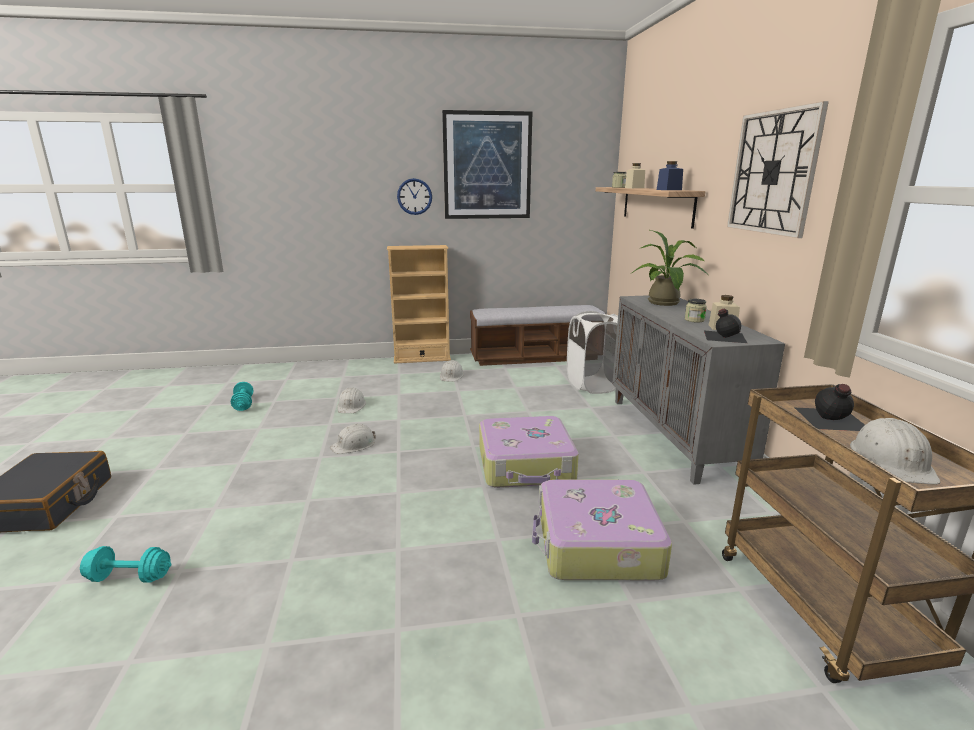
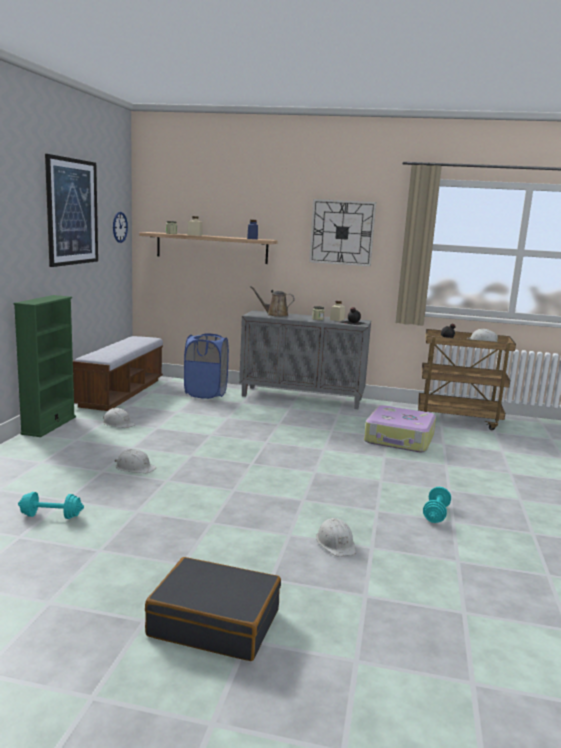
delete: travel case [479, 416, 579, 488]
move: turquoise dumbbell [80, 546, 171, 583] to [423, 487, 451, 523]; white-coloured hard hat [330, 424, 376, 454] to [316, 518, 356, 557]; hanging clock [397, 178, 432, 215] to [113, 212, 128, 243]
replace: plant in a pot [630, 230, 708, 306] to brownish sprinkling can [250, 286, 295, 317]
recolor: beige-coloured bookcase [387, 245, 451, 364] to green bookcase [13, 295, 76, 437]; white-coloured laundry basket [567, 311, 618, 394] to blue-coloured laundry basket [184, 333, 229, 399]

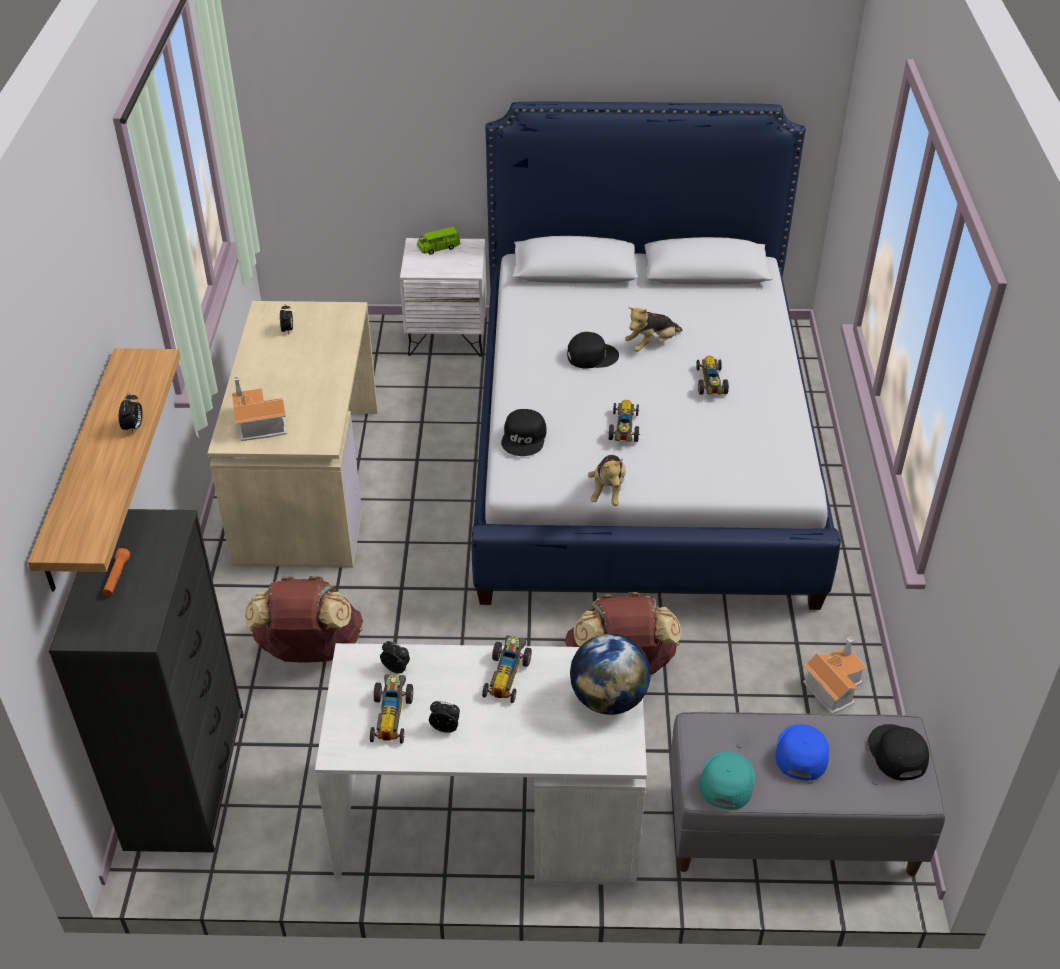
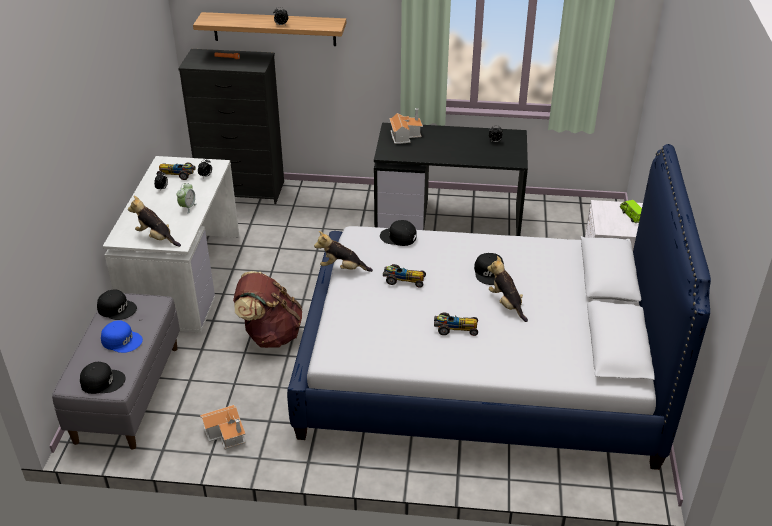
delete: brownish knapsack [245, 576, 363, 663]
replace: toy car [482, 635, 532, 703] to table clock [177, 183, 197, 213]; world globe [570, 633, 651, 715] to soft toy [128, 196, 181, 247]
recolor: beige-coloured desk table [207, 301, 378, 568] to black desk table [374, 123, 528, 236]; turquoise peaked cap [700, 751, 755, 810] to black peaked cap [97, 289, 137, 320]

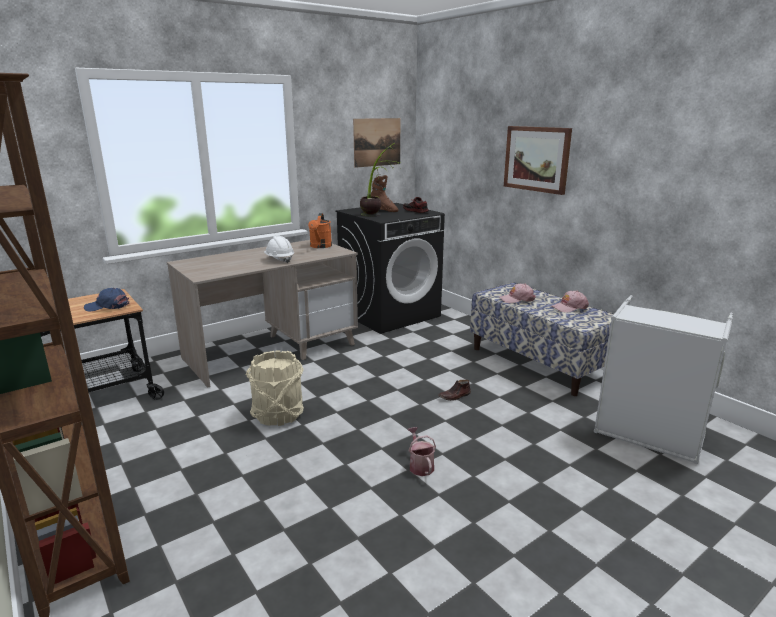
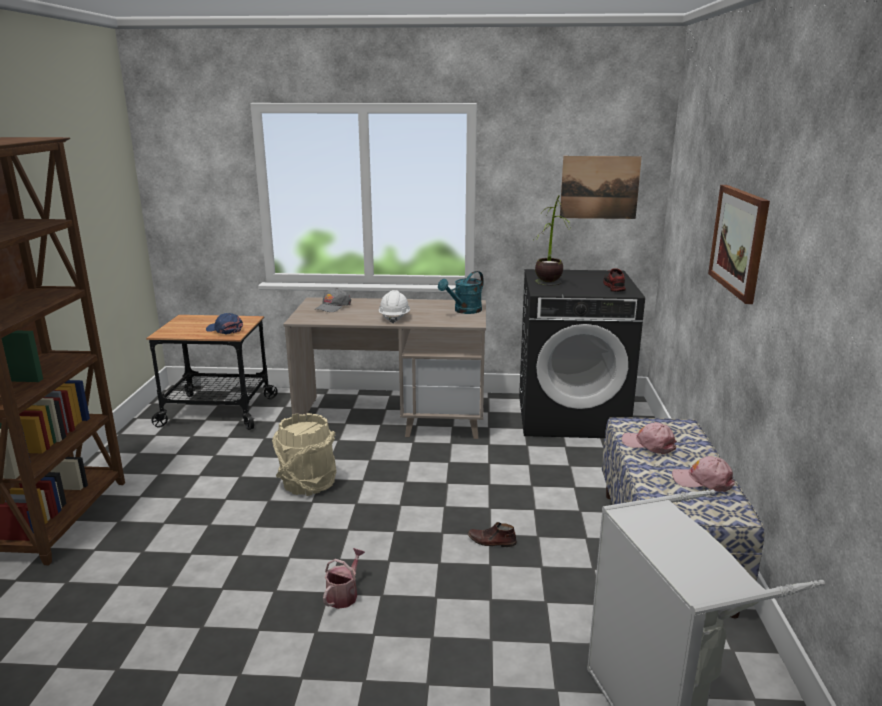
delete: brownish boot [371, 175, 398, 212]
insert: greyish peaked cap [315, 288, 351, 312]
recolor: orange-coloured sprinkling can [308, 213, 332, 248] to turquoise sprinkling can [438, 271, 484, 314]

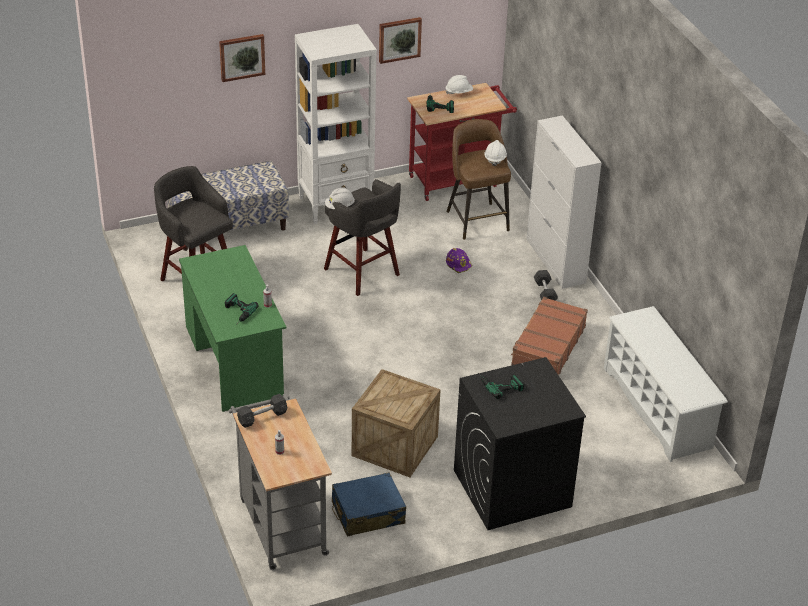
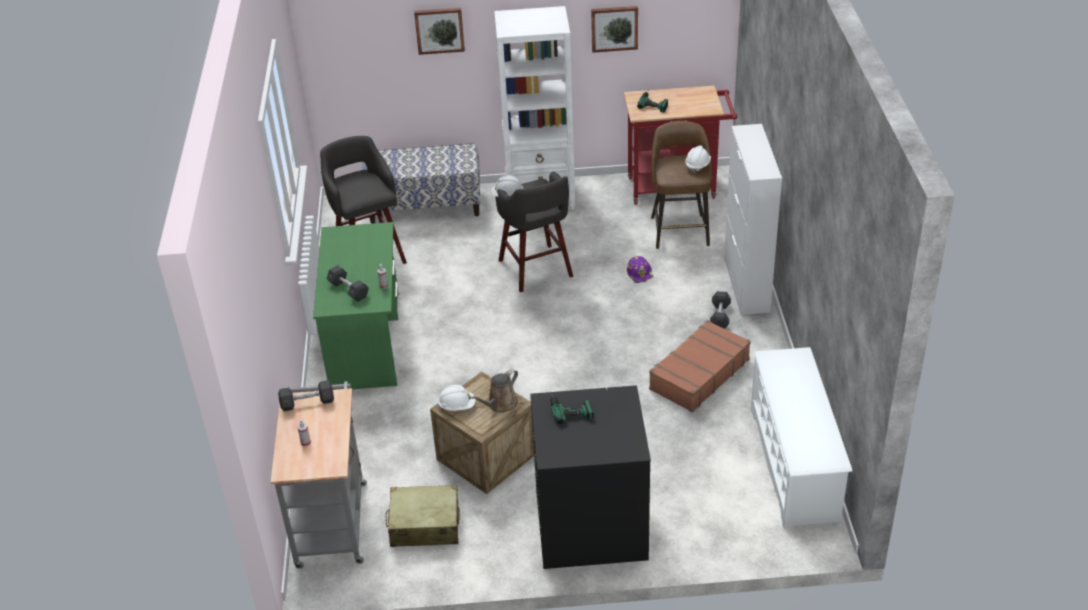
insert: brownish sprinkling can [470, 369, 518, 413]
move: white-coloured hard hat [445, 75, 473, 95] to [437, 385, 475, 411]
replace: electric drill [225, 293, 259, 325] to greyish dumbbell [327, 265, 369, 302]
recolor: blue-coloured travel case [332, 472, 406, 537] to beige-coloured travel case [385, 485, 459, 547]

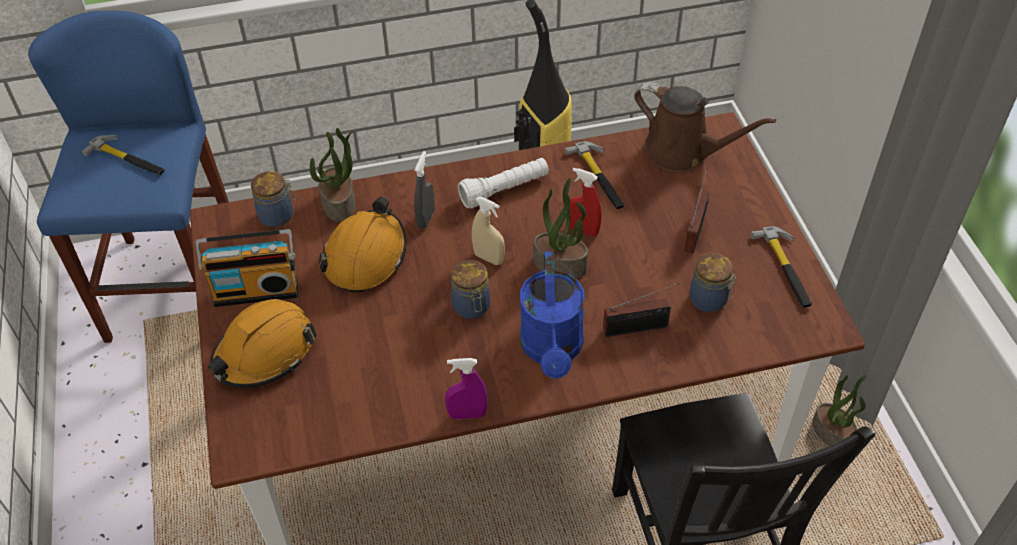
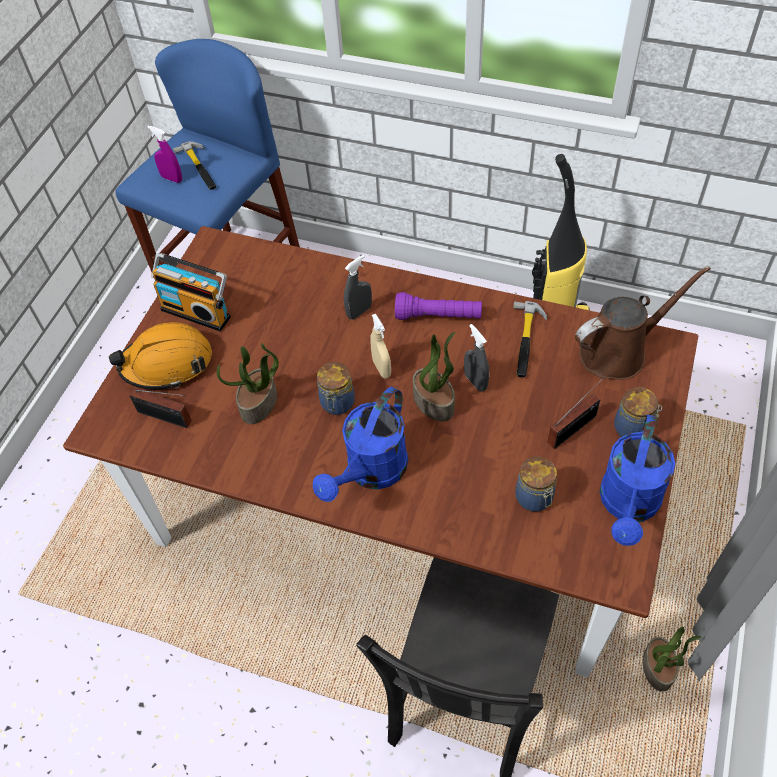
delete: orange-coloured hard hat [319, 196, 407, 292]
move: preserve jar [251, 171, 295, 227] to [614, 387, 662, 437]; plant in a pot [310, 128, 356, 222] to [217, 343, 279, 424]; purple-coloured hand sprayer [445, 358, 488, 419] to [147, 125, 182, 183]; radio receiver [603, 283, 679, 337] to [130, 389, 192, 428]
replace: hand hammer [751, 226, 812, 308] to blue-coloured sprinkling can [600, 414, 675, 546]
recolor: white-coloured flashlight [458, 158, 549, 208] to purple-coloured flashlight [395, 292, 482, 320]; red-coloured hand sprayer [569, 168, 602, 237] to greyish hand sprayer [464, 324, 489, 392]
rotate: brownish sprinkling can [634, 82, 776, 173] = [575, 266, 711, 380] 90 degrees counterclockwise

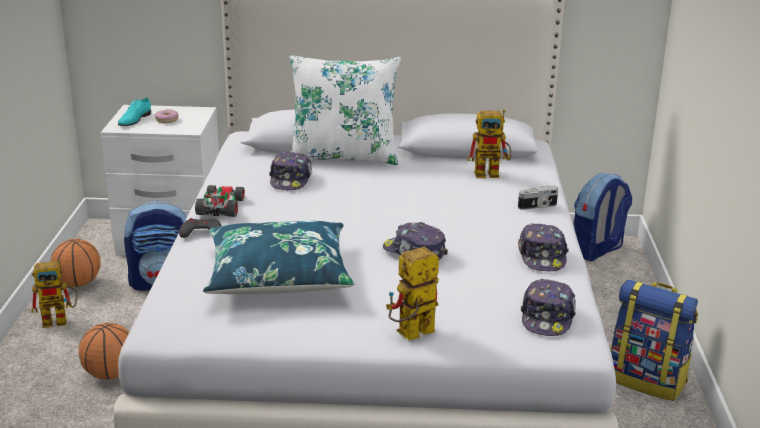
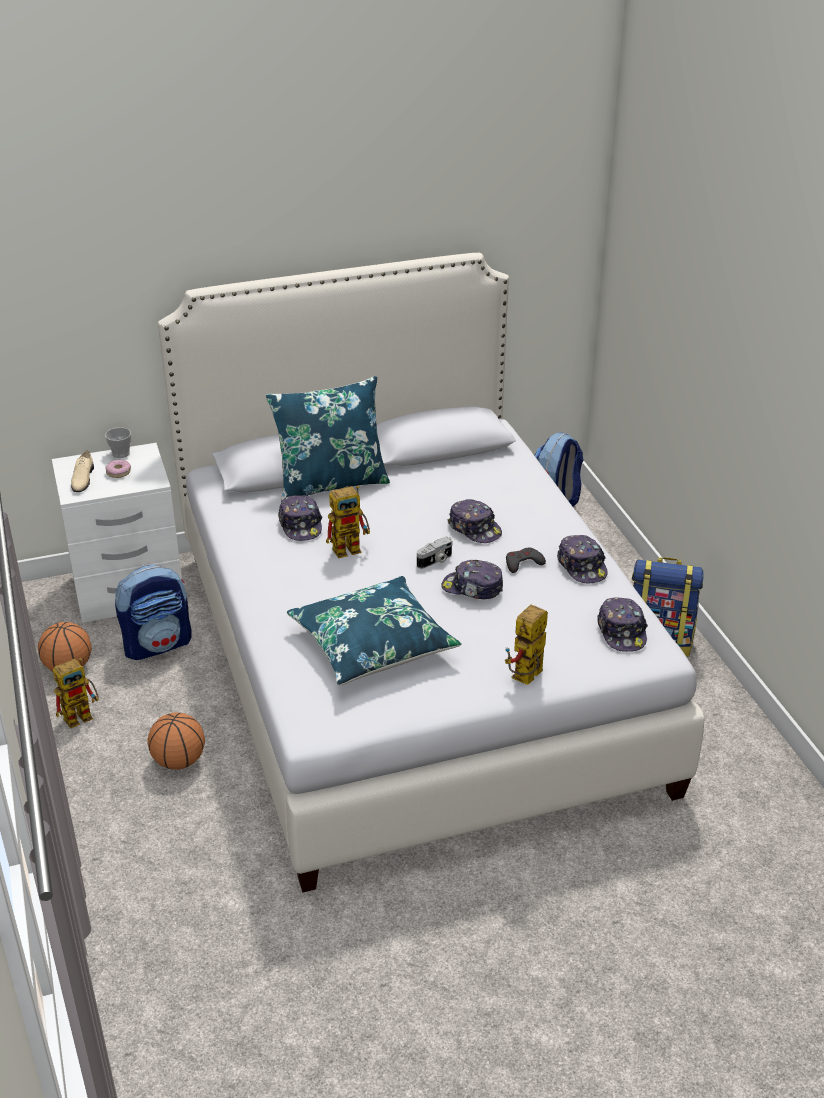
delete: toy car [195, 185, 245, 217]
insert: drinking cup [105, 427, 131, 458]; peaked cap [447, 499, 502, 543]
move: greyish gamepad [179, 218, 222, 238] to [506, 548, 546, 573]; model robot [468, 109, 511, 178] to [326, 485, 370, 558]; still camera [518, 185, 558, 210] to [417, 537, 453, 569]
recolor: turquoise low shoe [118, 98, 151, 126] to beige-coloured low shoe [71, 451, 94, 492]; white-coloured pillow [290, 55, 401, 165] to blue-coloured pillow [266, 376, 390, 502]

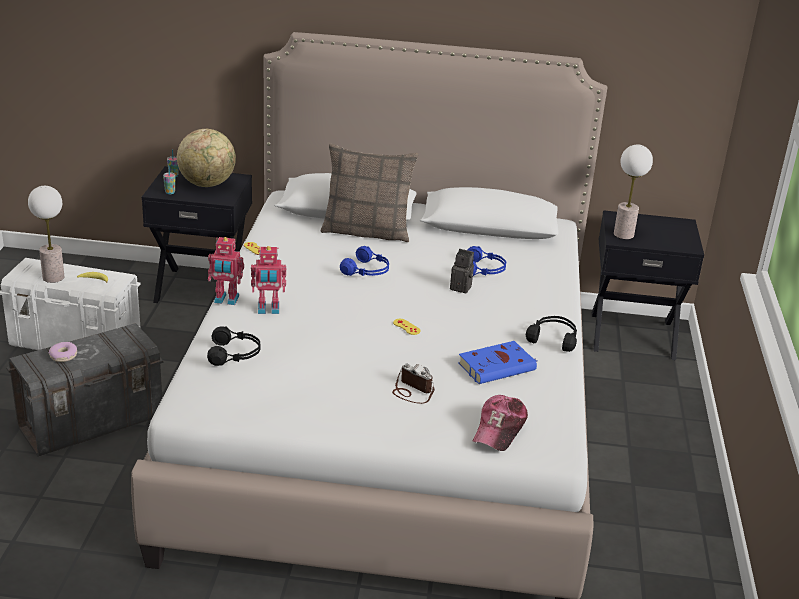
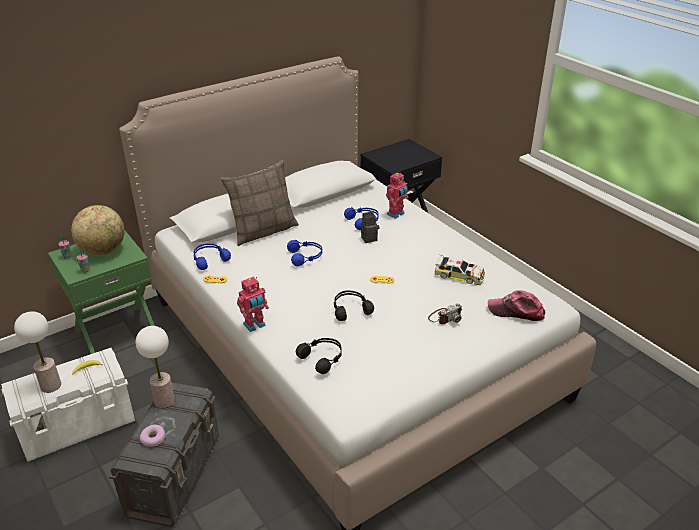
insert: blue-coloured headset [193, 244, 231, 270]
move: model robot [251, 246, 286, 314] to [386, 173, 409, 219]; black headset [526, 316, 577, 352] to [334, 290, 374, 321]; tabletop lamp [614, 144, 653, 239] to [136, 326, 175, 408]
replace: blue-coloured volume [458, 341, 537, 384] to toy car [435, 254, 485, 285]
recolor: black nightstand [142, 166, 252, 303] to green nightstand [48, 231, 155, 354]
rotate: still camera [392, 363, 435, 404] = [428, 303, 462, 324] 150 degrees clockwise; peaked cap [473, 395, 528, 451] = [488, 290, 545, 321] 120 degrees clockwise

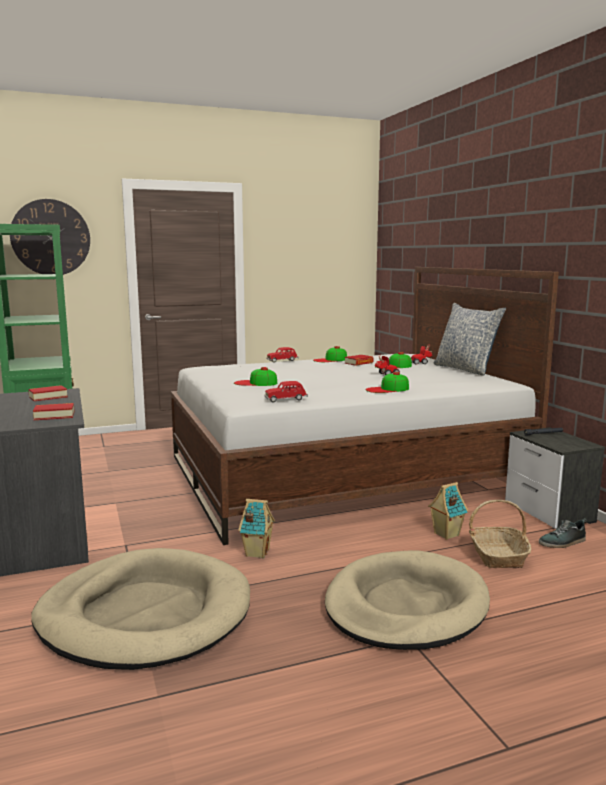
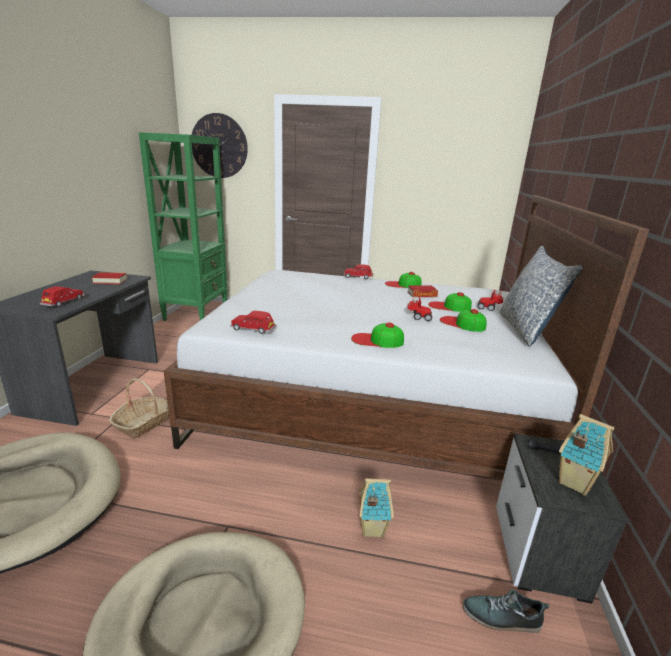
move: peaked cap [234, 367, 277, 386] to [440, 309, 487, 332]; toy house [238, 499, 275, 558] to [558, 414, 615, 496]; household basket [469, 500, 531, 568] to [110, 379, 169, 439]
replace: volume [33, 403, 74, 420] to red-coloured toy car [40, 286, 85, 307]

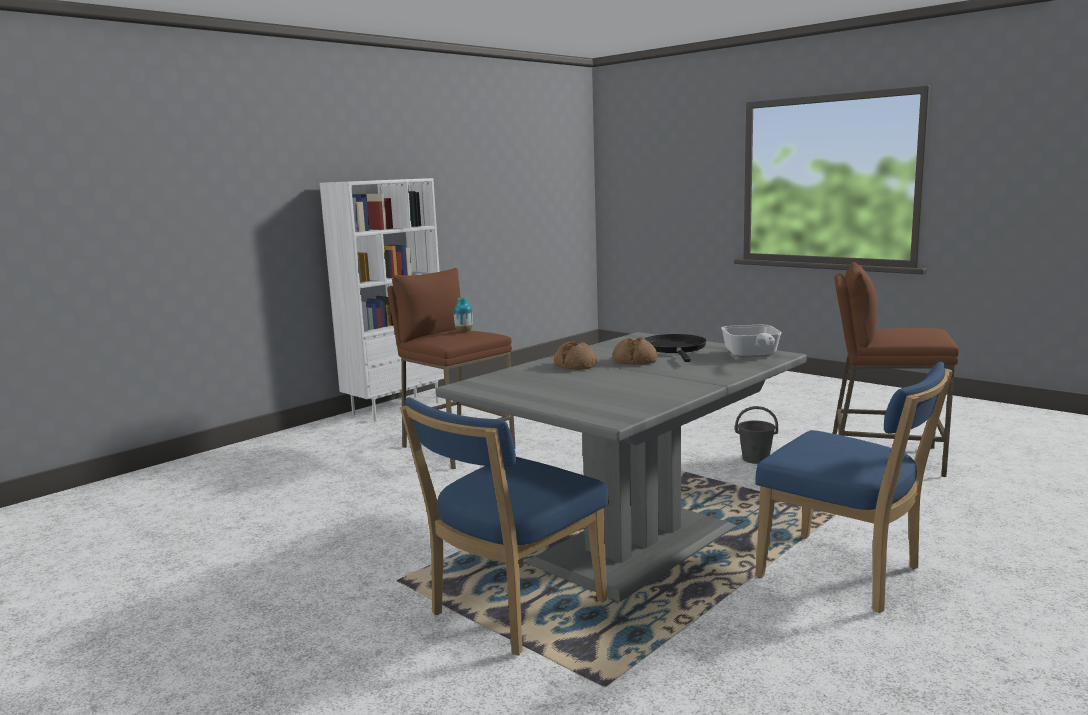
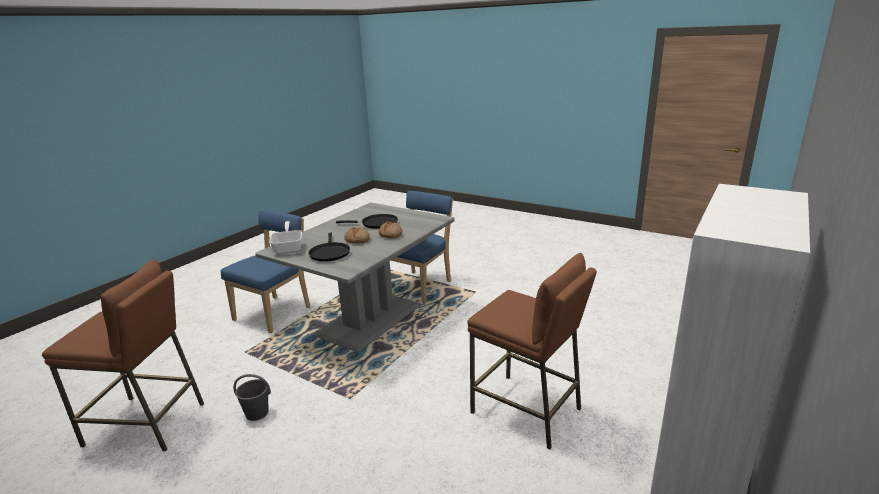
delete: flower vase [454, 298, 473, 332]
insert: black frying pan [336, 214, 398, 229]
rotate: blue-coloured plain chair [755, 362, 953, 613] = [220, 210, 310, 333] 90 degrees clockwise

